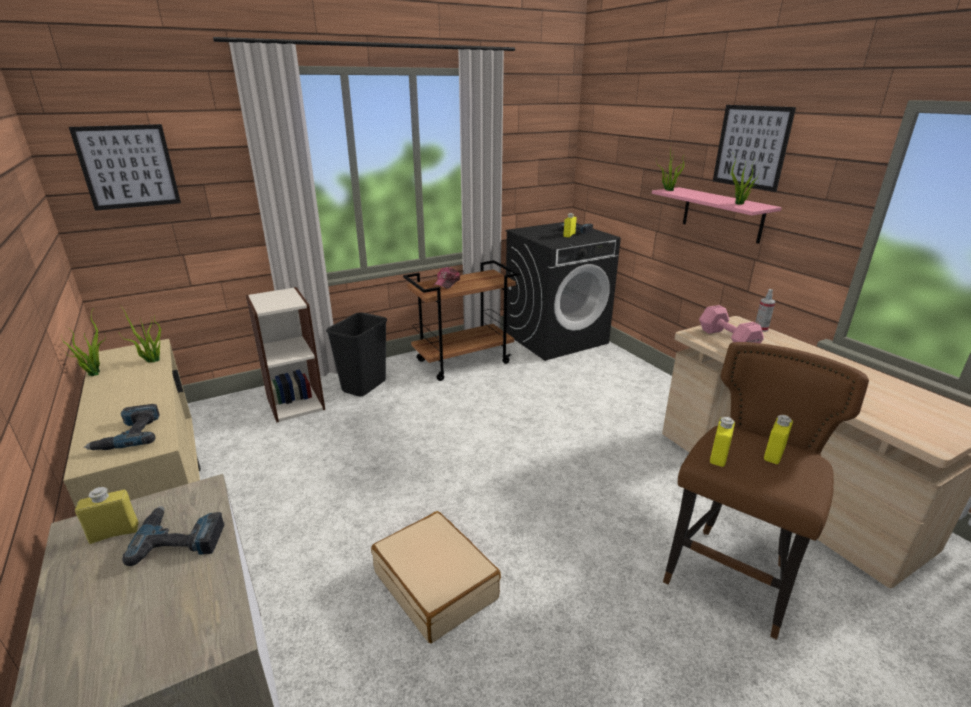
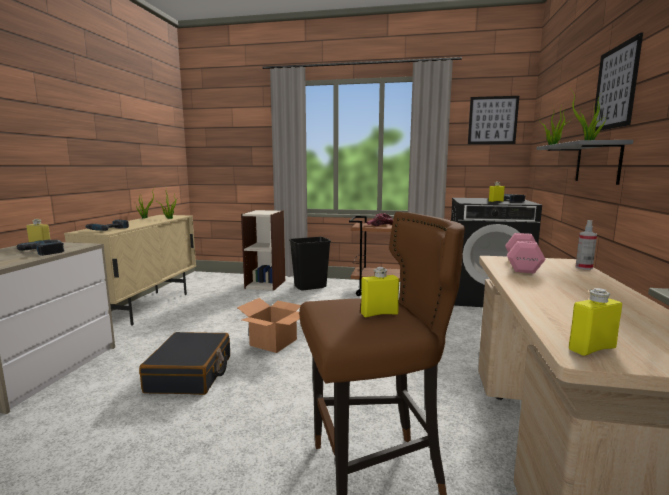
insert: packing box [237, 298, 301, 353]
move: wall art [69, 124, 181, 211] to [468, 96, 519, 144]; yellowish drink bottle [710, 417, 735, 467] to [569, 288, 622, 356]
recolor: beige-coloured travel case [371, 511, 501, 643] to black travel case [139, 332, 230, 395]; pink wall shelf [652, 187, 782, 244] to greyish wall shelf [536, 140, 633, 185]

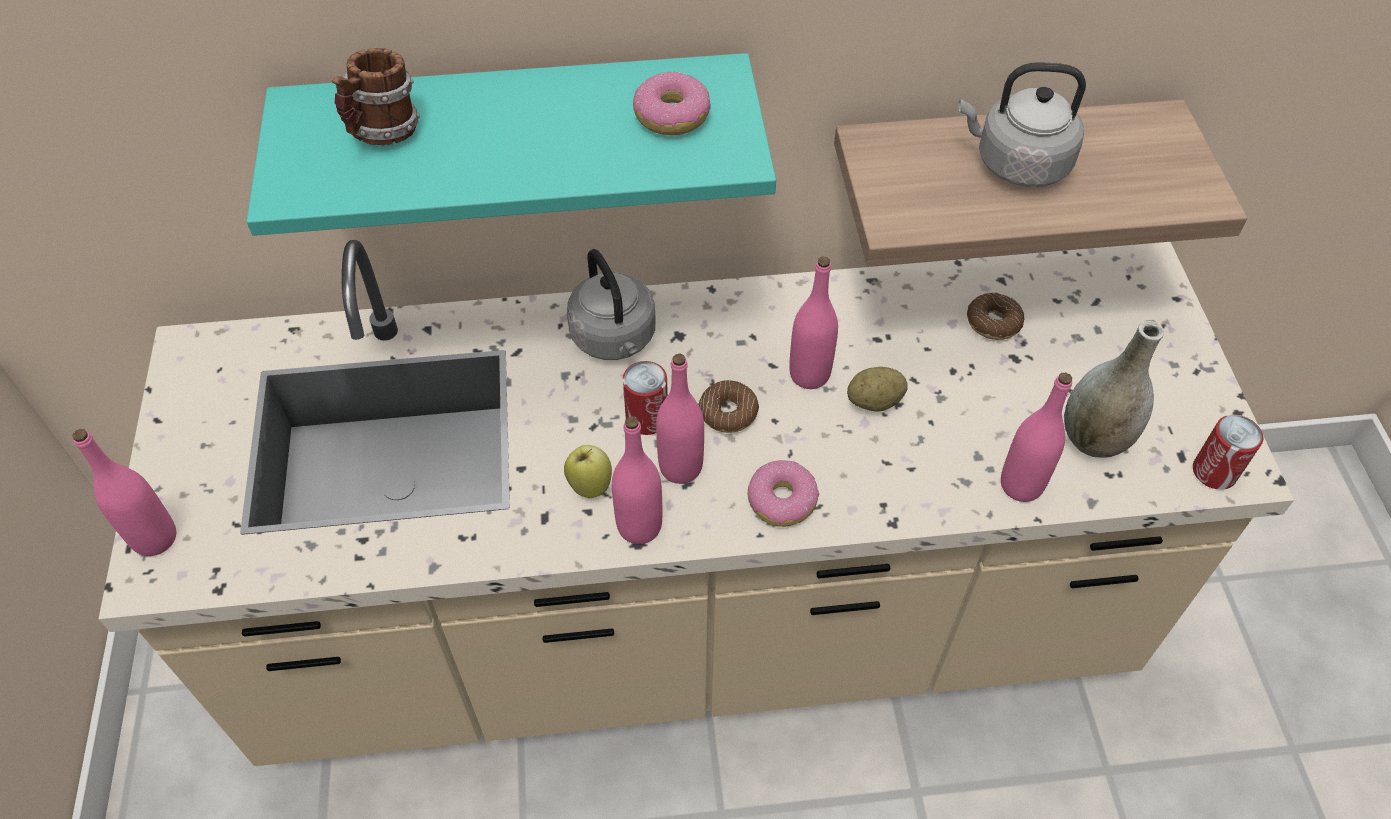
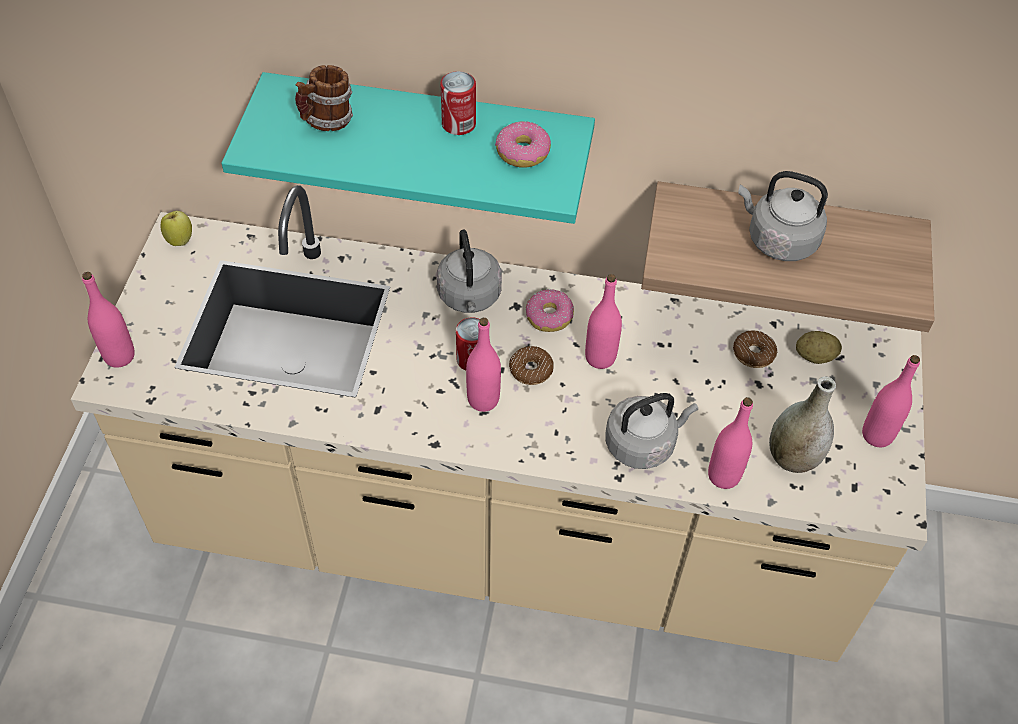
insert: greyish tea kettle [606, 393, 698, 469]
move: whole apple [564, 445, 612, 498] to [161, 211, 192, 246]; pink drink bottle [612, 416, 662, 544] to [862, 355, 920, 447]; doughnut [748, 460, 819, 527] to [526, 289, 574, 332]; spud [847, 367, 908, 412] to [796, 331, 842, 364]; sealed can [1193, 415, 1263, 490] to [440, 71, 476, 135]

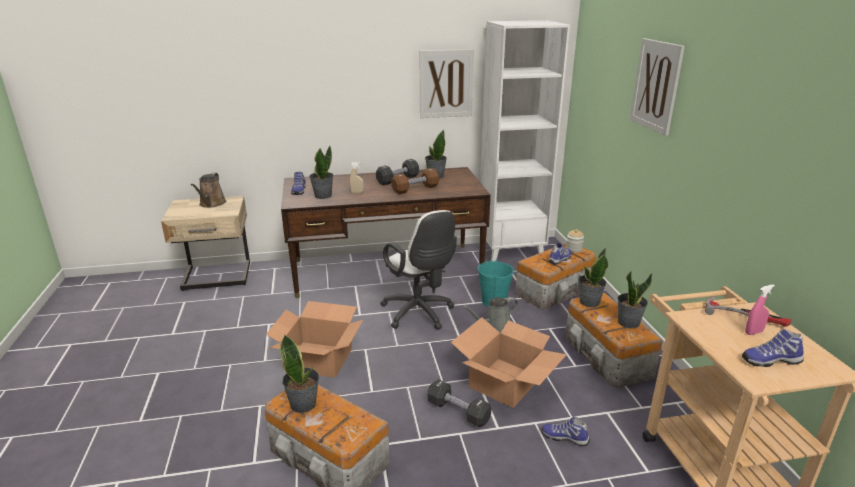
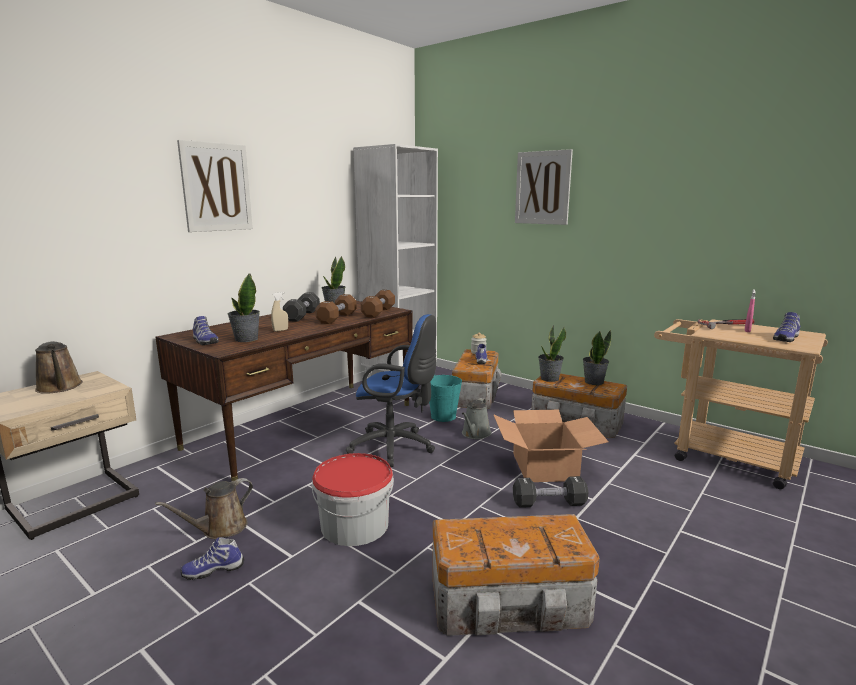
delete: plant in a pot [280, 335, 319, 413]
insert: brownish sprinkling can [155, 478, 253, 539]; brownish dumbbell [361, 290, 395, 318]
move: wall art [420, 49, 474, 118] to [177, 140, 253, 232]; low shoe [542, 416, 590, 446] to [181, 537, 244, 580]
replace: packing box [266, 301, 363, 378] to pail [312, 453, 394, 546]
recolor: white-coloured computer chair [380, 210, 457, 330] to blue-coloured computer chair [346, 314, 436, 467]

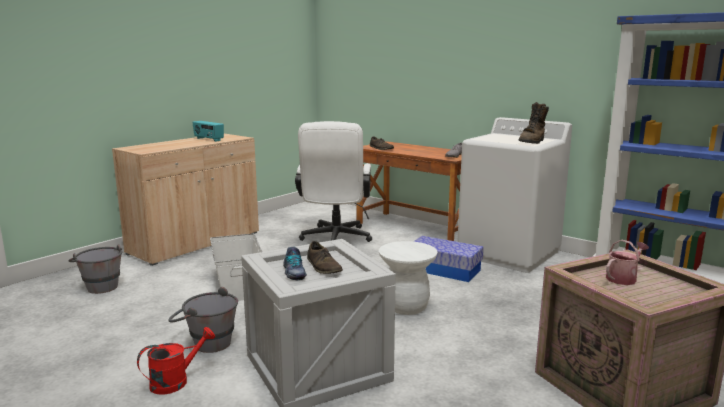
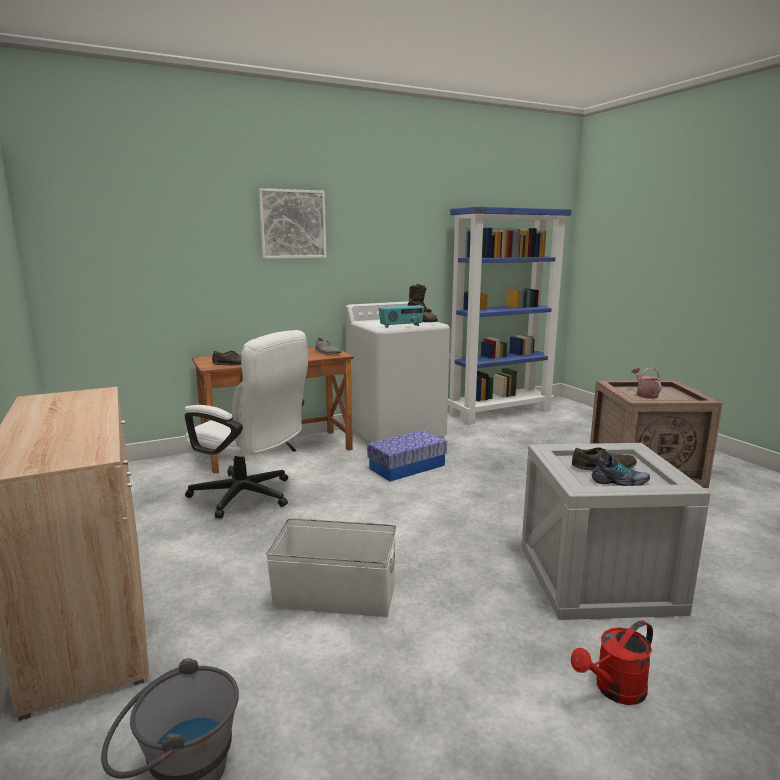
delete: greyish pail [169, 287, 238, 353]; white-coloured sitting stool [379, 241, 438, 315]
insert: wall art [258, 188, 327, 259]
move: radio receiver [192, 121, 224, 142] to [379, 305, 424, 328]
rotate: red-coloured sprinkling can [137, 327, 215, 395] = [571, 620, 653, 705] 105 degrees counterclockwise

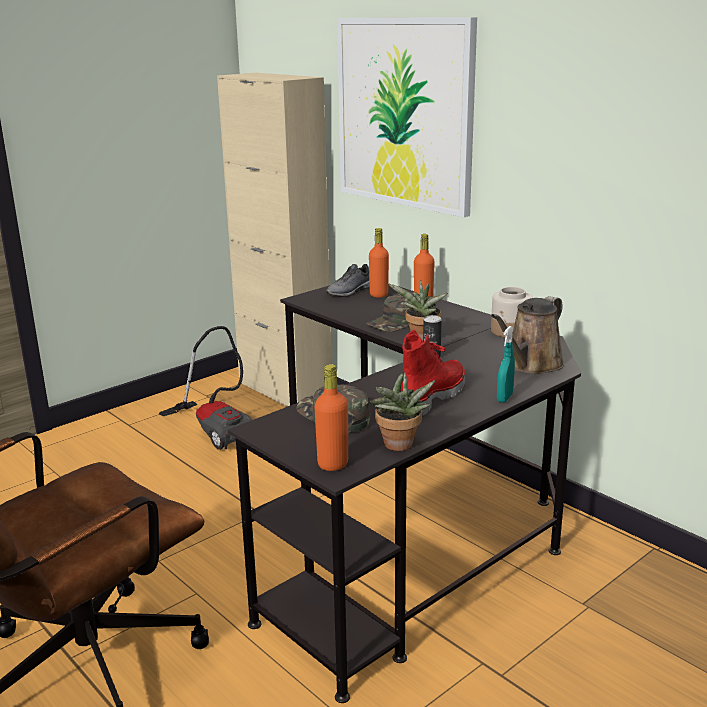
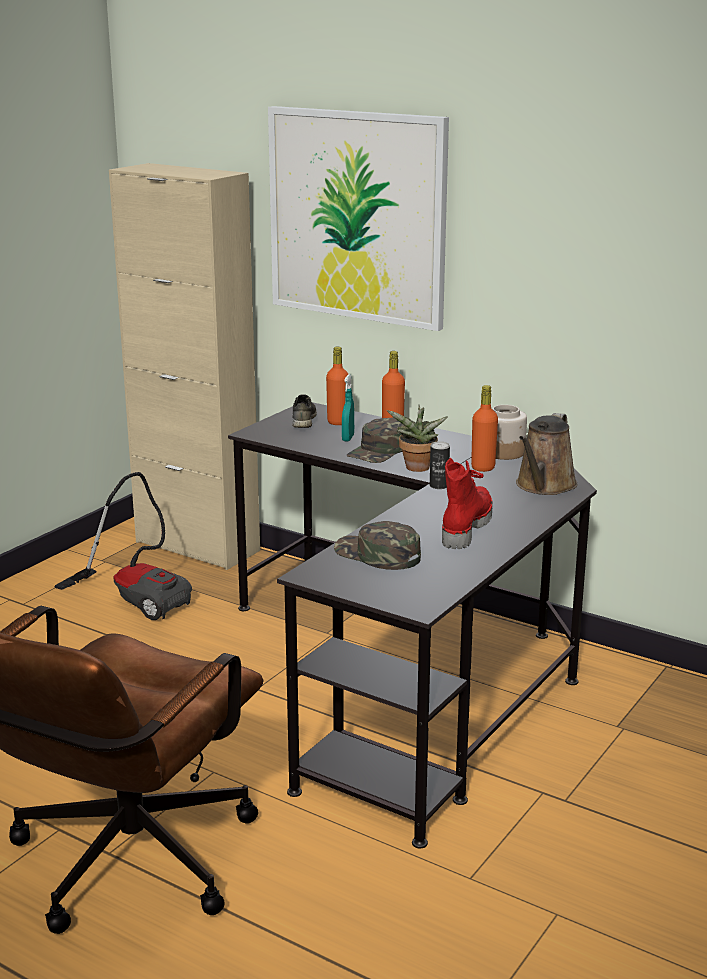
delete: plant in a pot [370, 373, 435, 451]
move: orange-coloured drink bottle [315, 364, 348, 471] to [471, 385, 498, 472]; turquoise hand sprayer [497, 326, 515, 403] to [342, 374, 354, 442]
rotate: greyish low shoe [325, 264, 370, 297] = [292, 394, 317, 428] 150 degrees clockwise

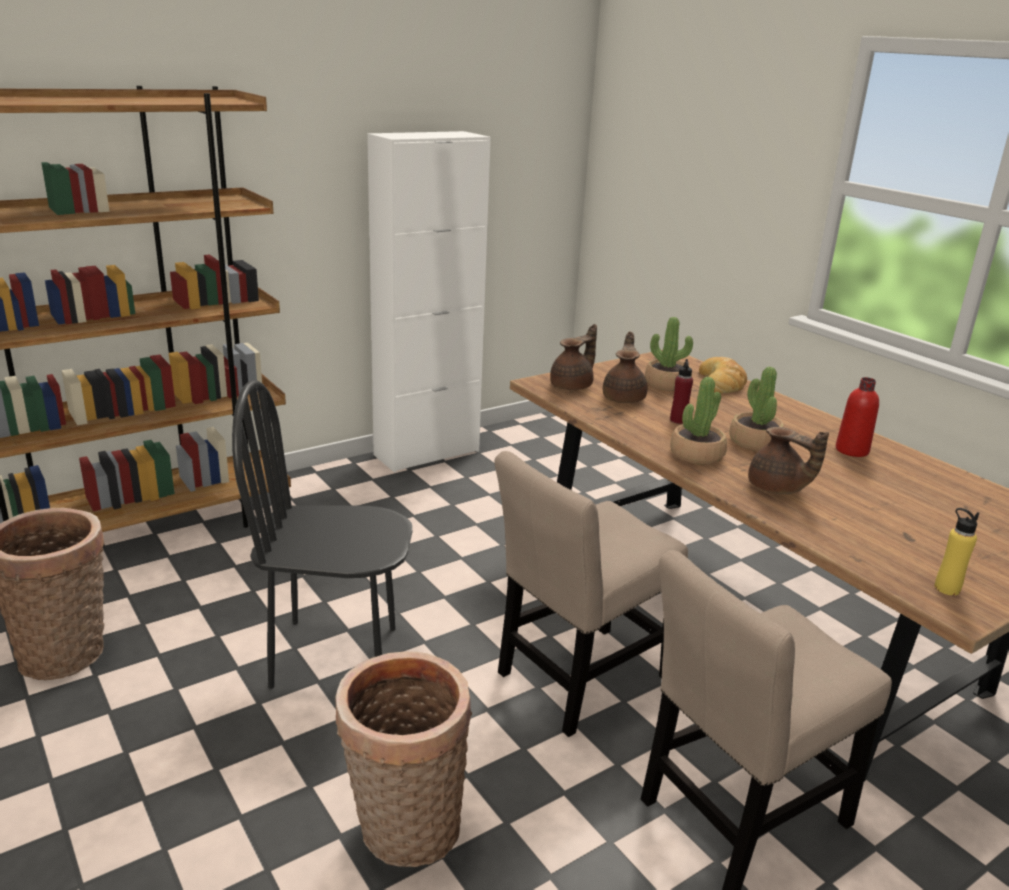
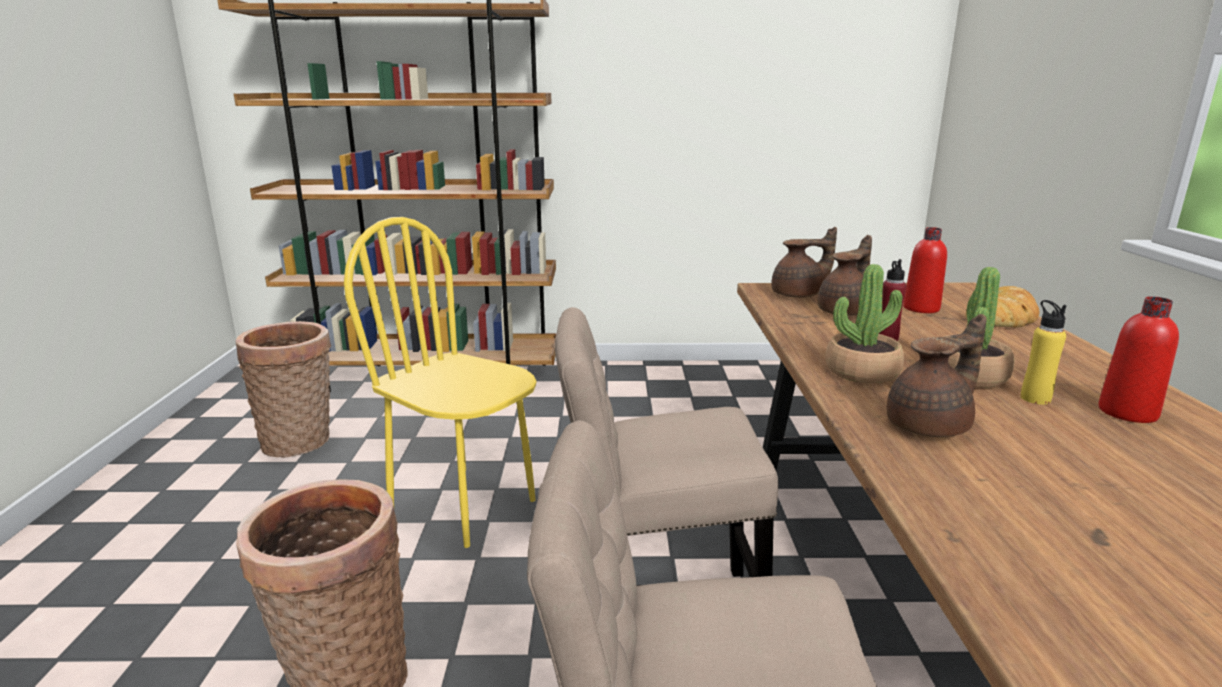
delete: white-coloured cabinet [367, 131, 491, 472]
move: yellowish drink bottle [935, 508, 979, 595] to [1020, 300, 1067, 405]
replace: plant in a pot [645, 317, 693, 391] to red-coloured drink bottle [903, 227, 947, 313]
recolor: black plain chair [232, 380, 413, 689] to yellowish plain chair [344, 217, 537, 548]
rotate: brownish tea pot [748, 427, 829, 494] = [887, 314, 987, 437] 105 degrees counterclockwise

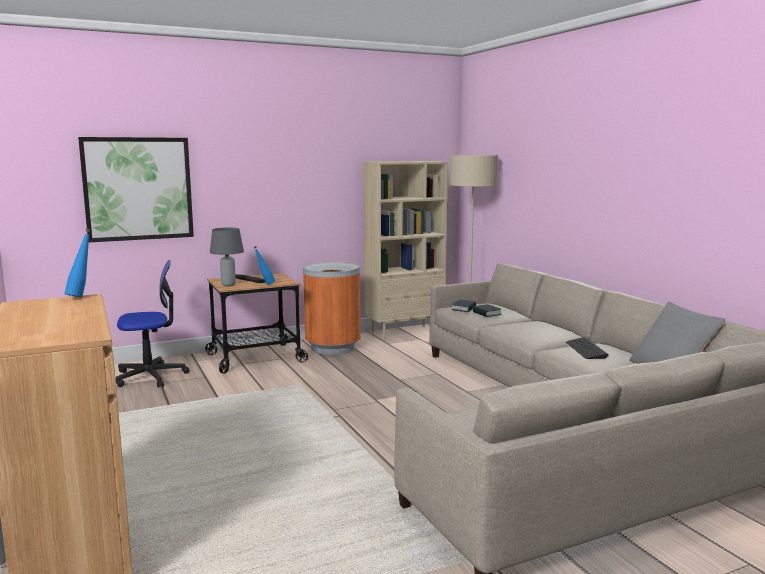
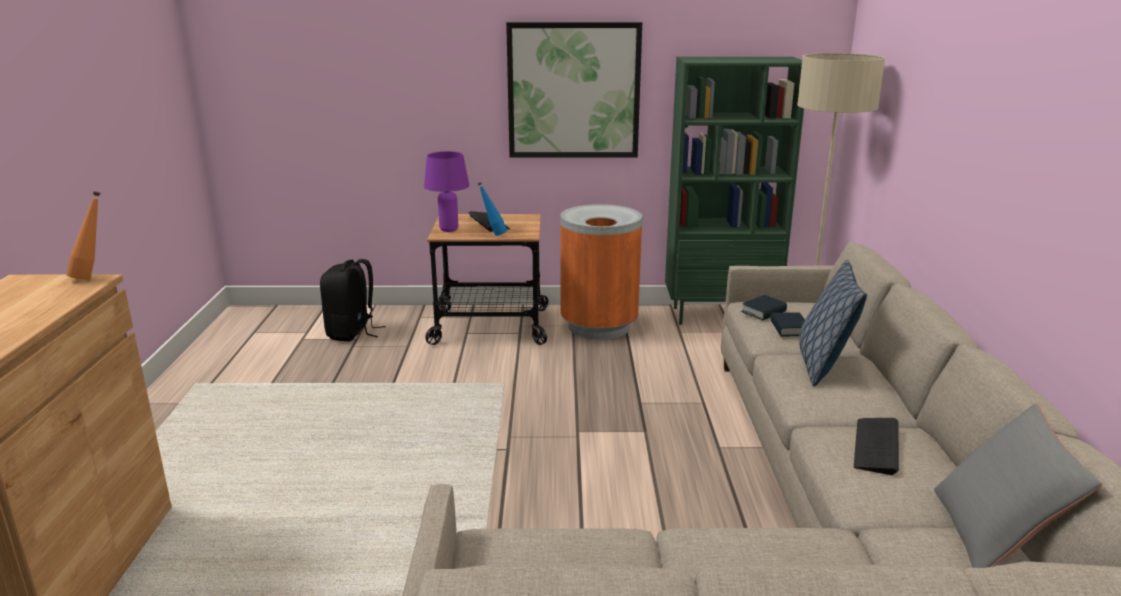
insert: pillow [799, 260, 867, 386]
move: wall art [78, 137, 194, 242] to [506, 22, 642, 158]
replace: computer chair [116, 260, 189, 388] to black knapsack [320, 259, 386, 342]
recolor: blue-coloured drink bottle [64, 228, 91, 297] to orange-coloured drink bottle [66, 191, 100, 280]; greyish tabletop lamp [210, 228, 244, 286] to purple-coloured tabletop lamp [424, 151, 469, 232]; beige-coloured bookcase [363, 161, 448, 340] to green bookcase [665, 57, 804, 325]

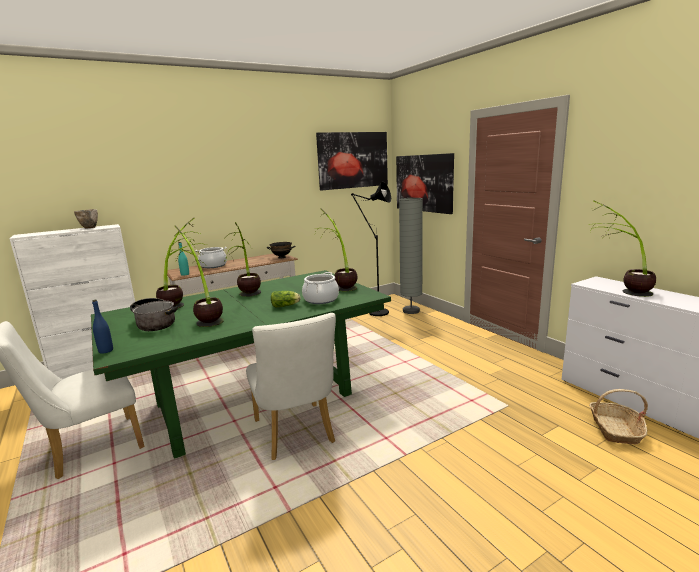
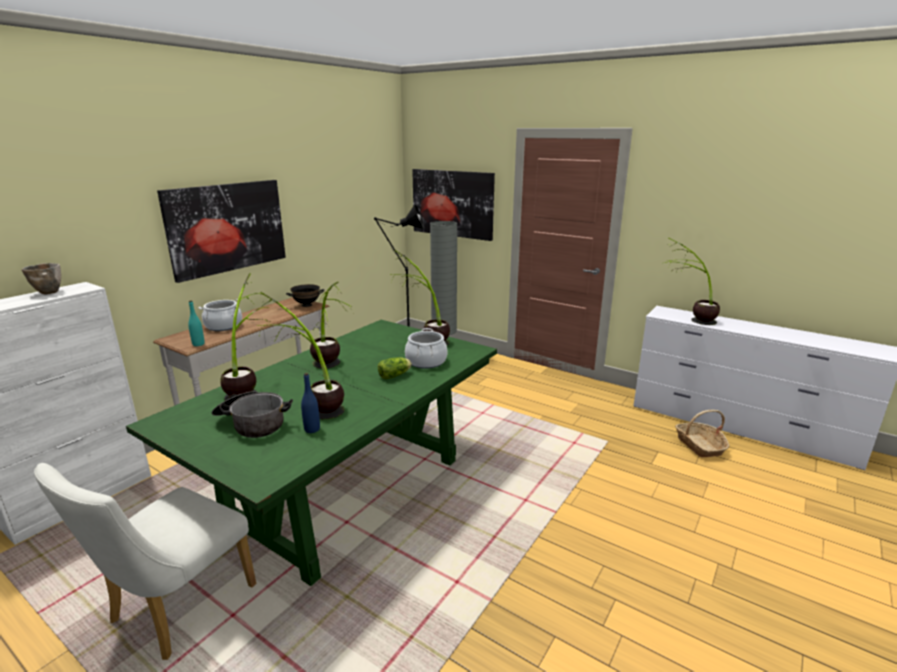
delete: white-coloured plain chair [246, 313, 336, 460]
move: blue-coloured drink bottle [92, 300, 113, 354] to [301, 373, 320, 433]; wall art [316, 132, 388, 191] to [157, 180, 286, 283]

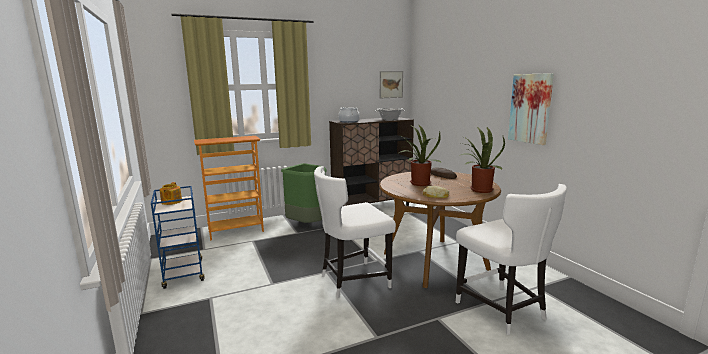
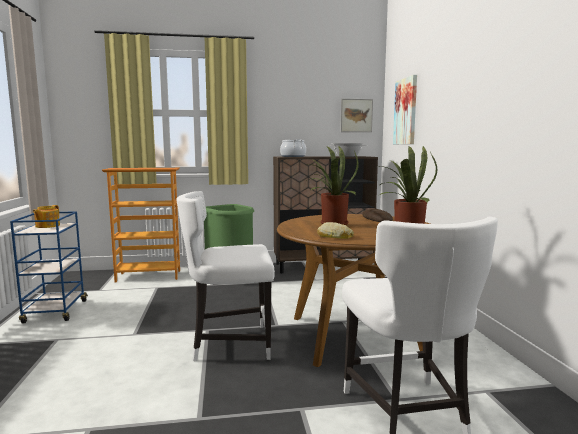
move: wall art [508, 73, 554, 145] to [393, 75, 417, 144]

